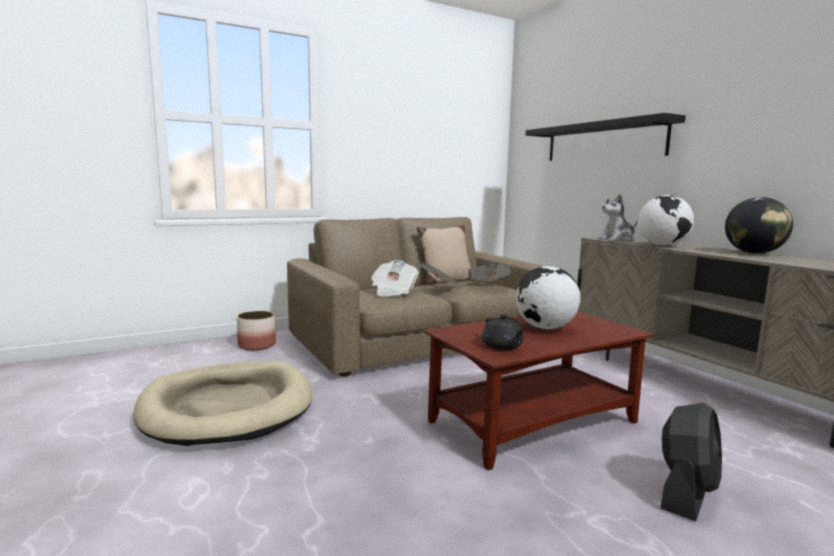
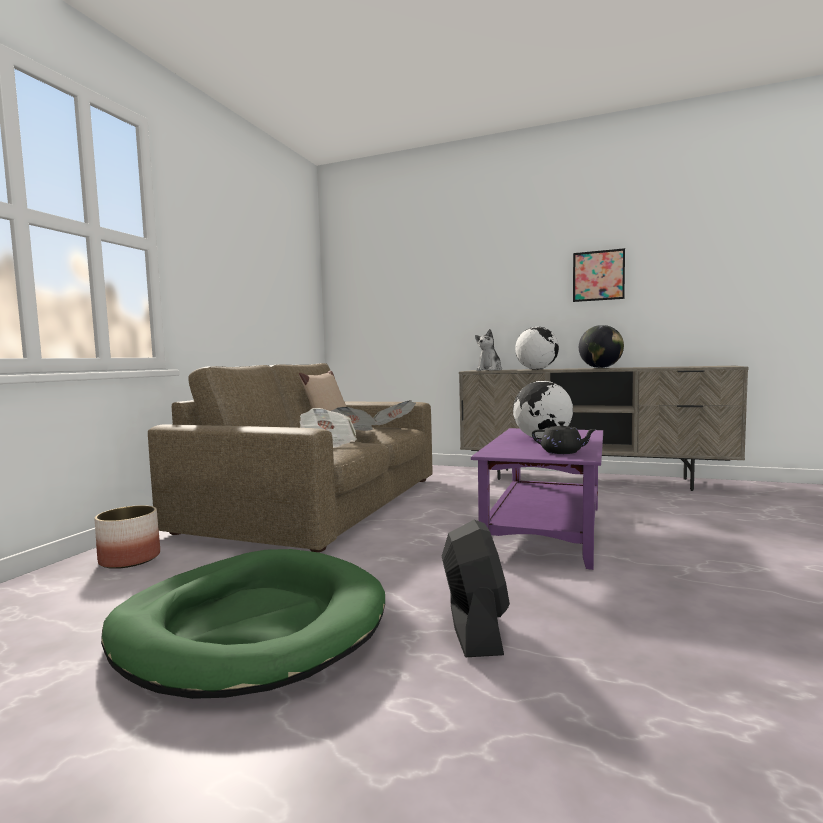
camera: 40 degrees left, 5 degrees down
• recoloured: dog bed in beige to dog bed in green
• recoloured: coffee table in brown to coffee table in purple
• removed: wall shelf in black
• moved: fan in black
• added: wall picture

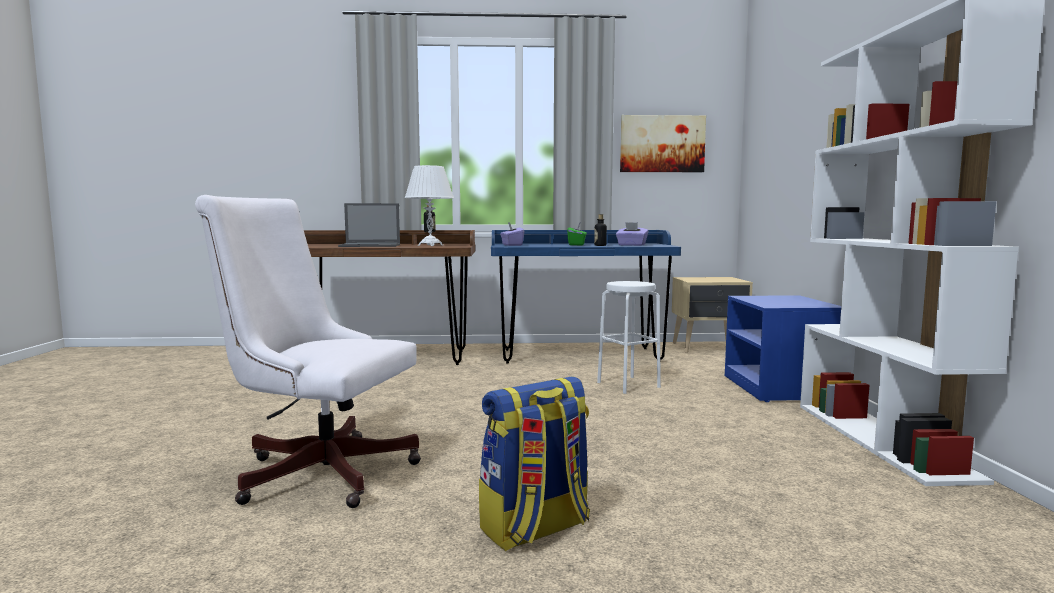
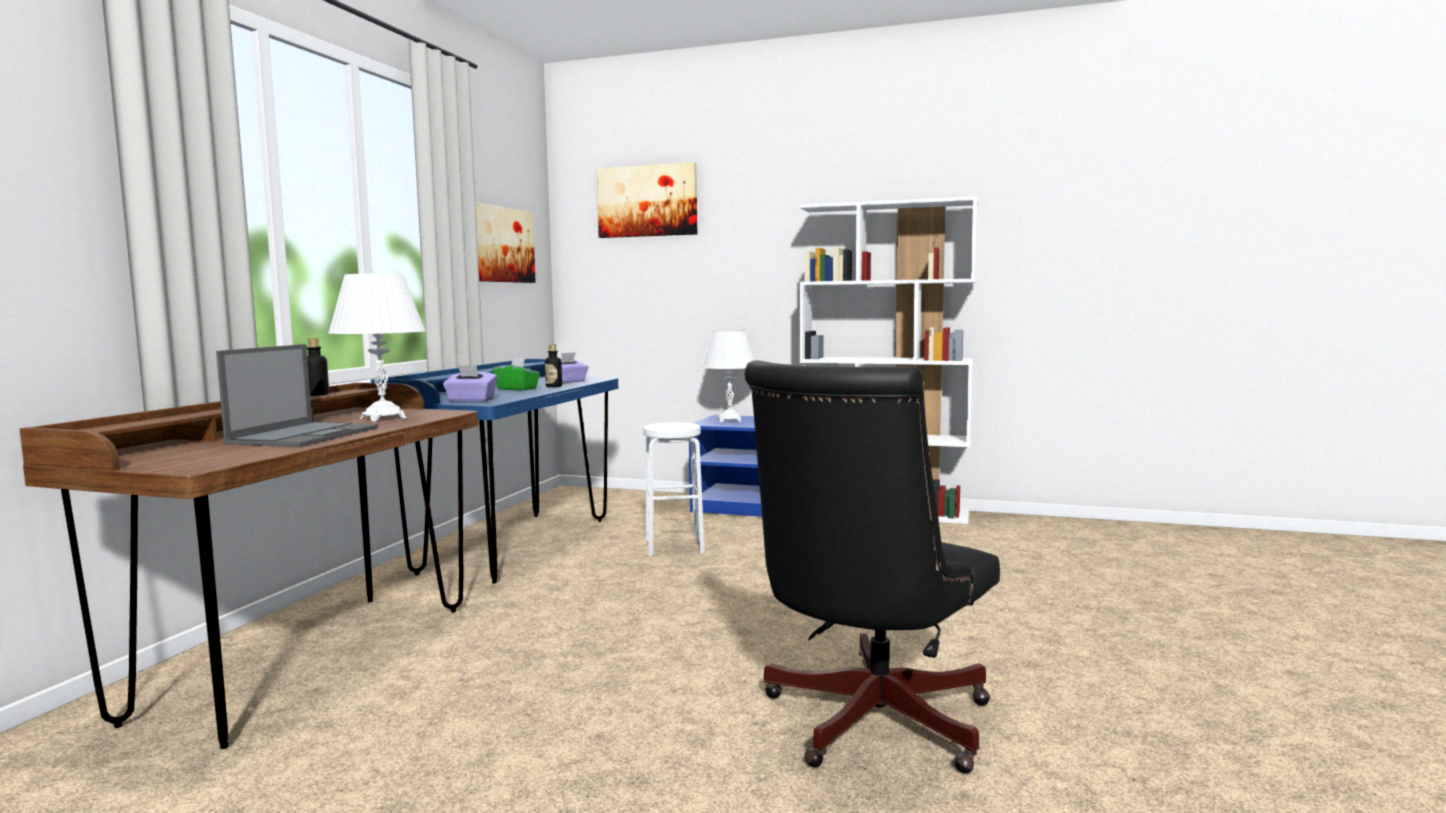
camera: 70 degrees left, 0 degrees up
• recoloured: desk chair in white to desk chair in black
• removed: backpack
• removed: night table in beige
• added: wall picture (2nd from left)
• added: table lamp in white (2nd from left)

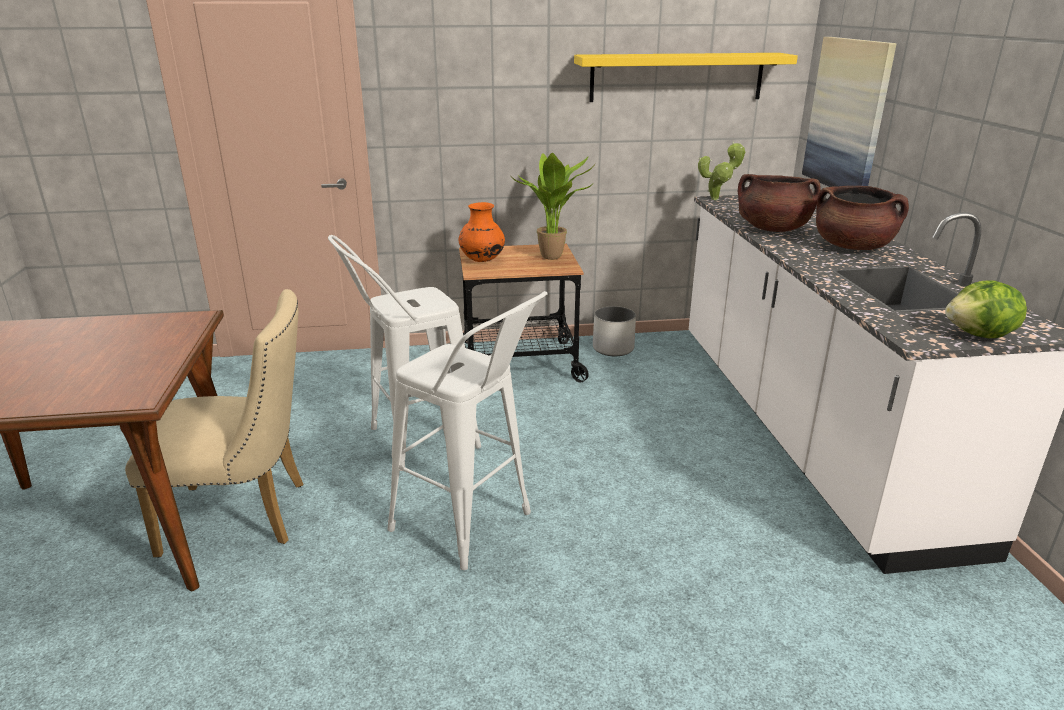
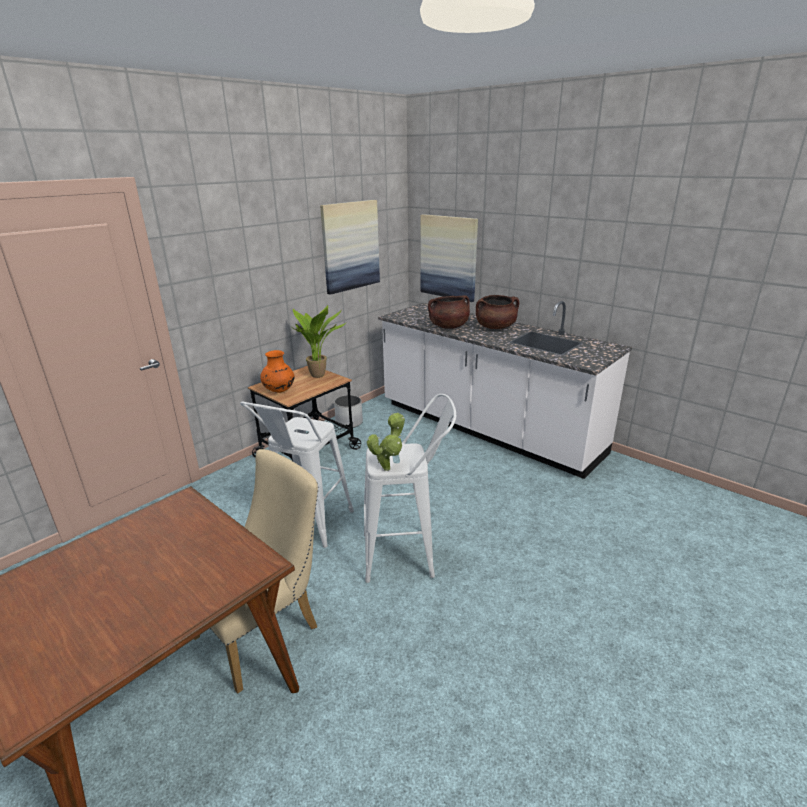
camera: 40 degrees left, 0 degrees up
• replaced: wall shelf in yellowish to wall picture (1st from left)
• moved: plant in a pot (2nd from left)
• removed: lettuce

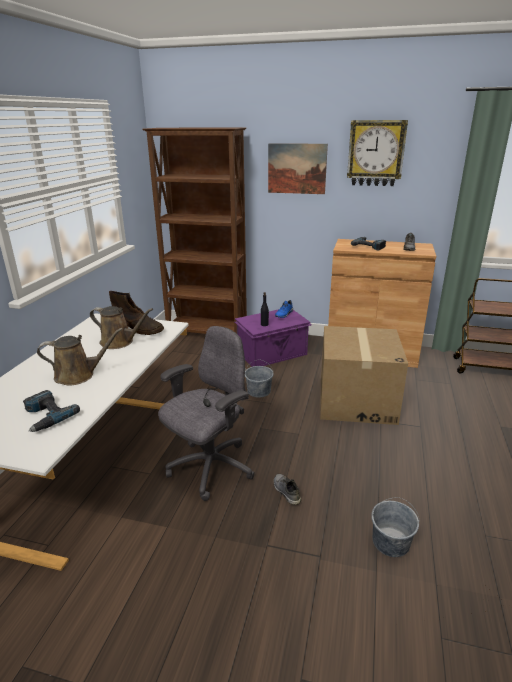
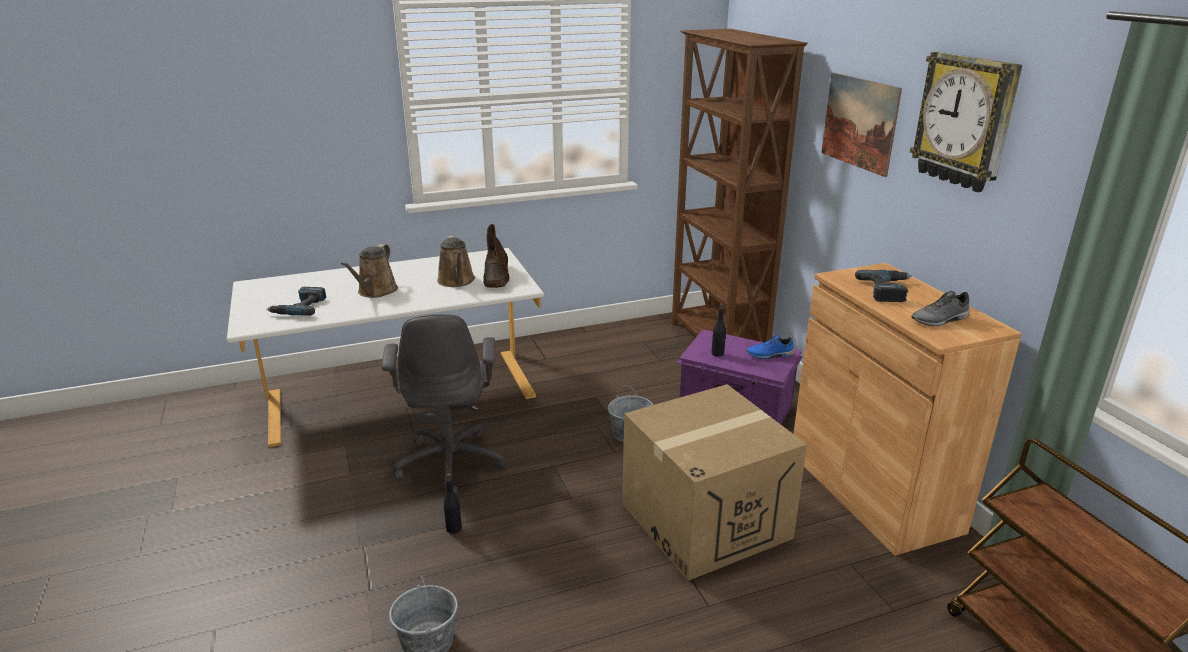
camera: 55 degrees right, 0 degrees up
• turned: watering pot in brown (1st from left) 60 degrees clockwise
• turned: desk chair in grey 75 degrees clockwise
• replaced: item of footwear in grey (1st from left) to beverage bottle in black (1st from left)

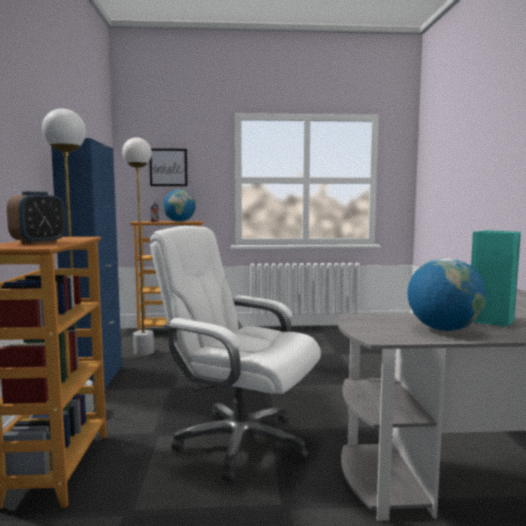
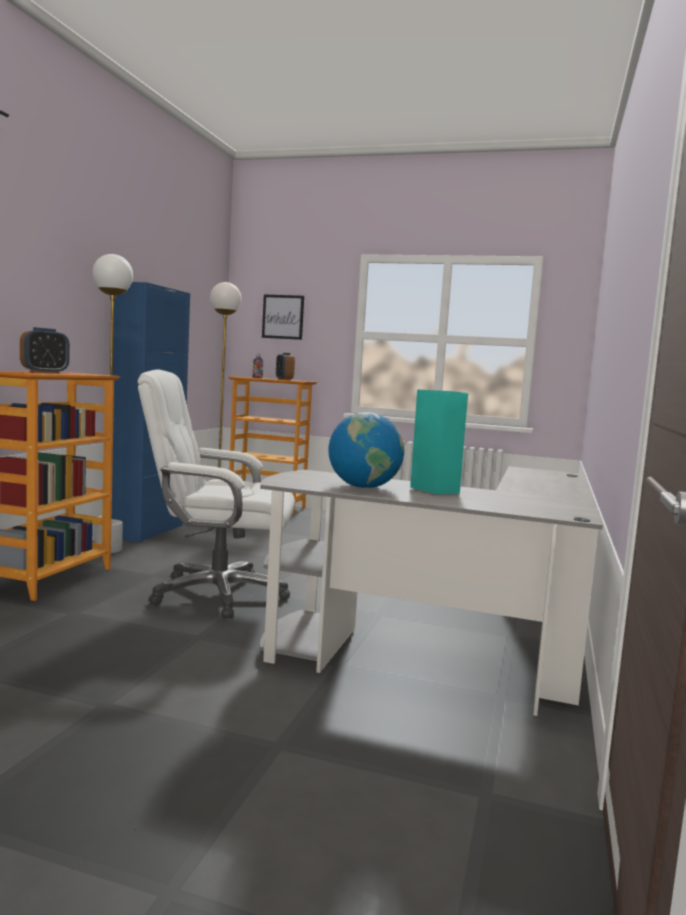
camera: 20 degrees right, 0 degrees up
• turned: desk chair in white 45 degrees counterclockwise
• replaced: globe (1st from left) to alarm clock (2nd from left)

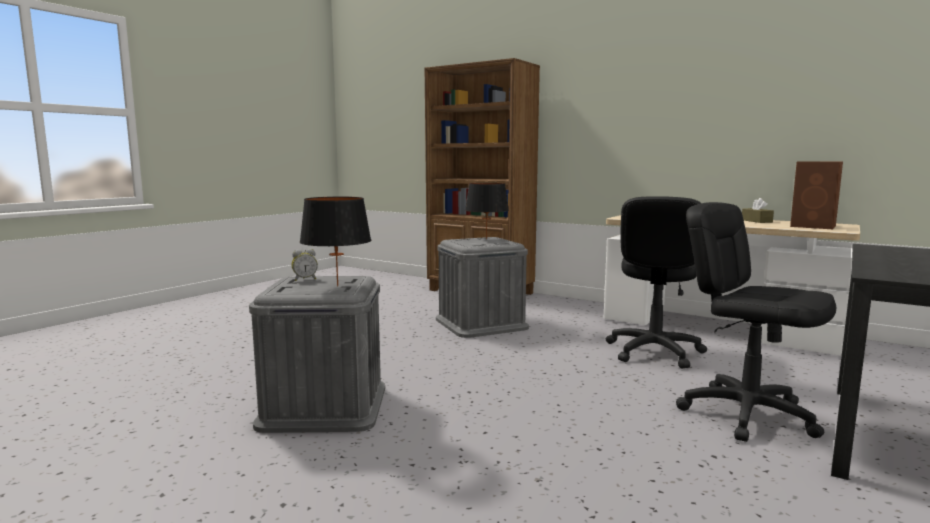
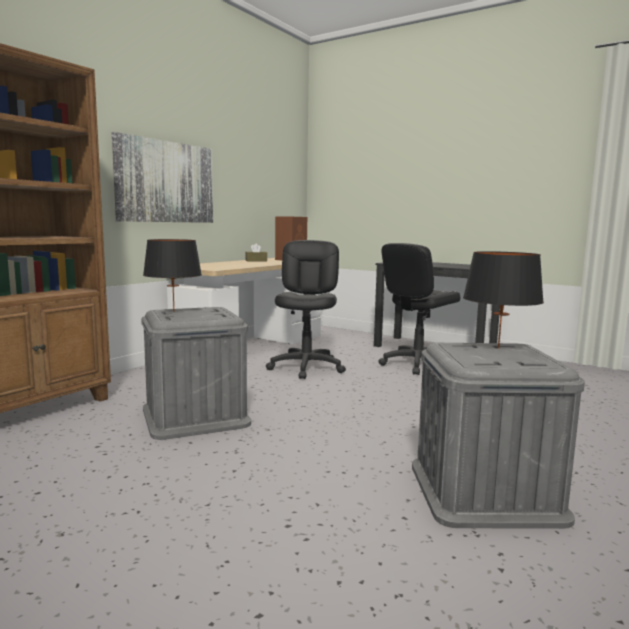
camera: 90 degrees left, 0 degrees up
• removed: alarm clock
• turned: desk chair in black (1st from left) 105 degrees counterclockwise
• added: wall picture

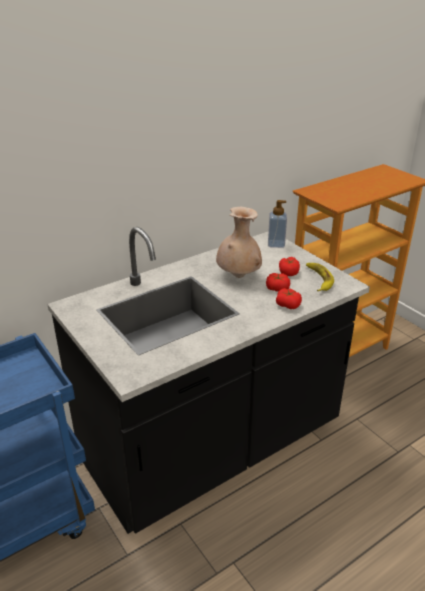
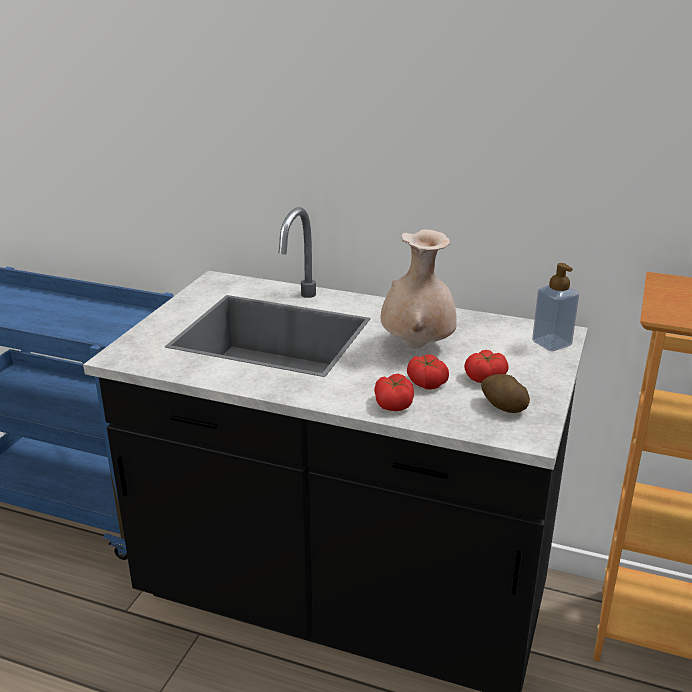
camera: 55 degrees right, 5 degrees down
• replaced: banana to spud

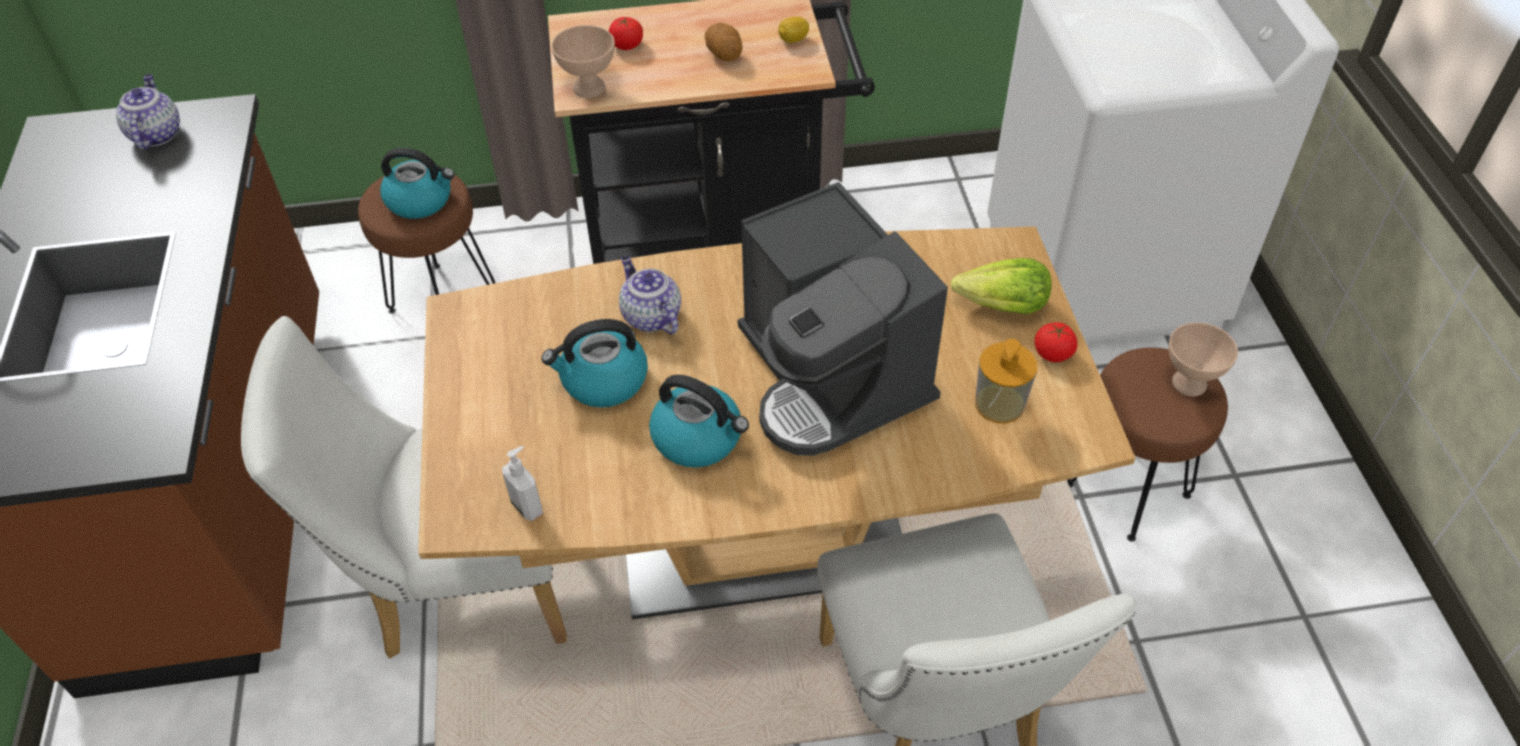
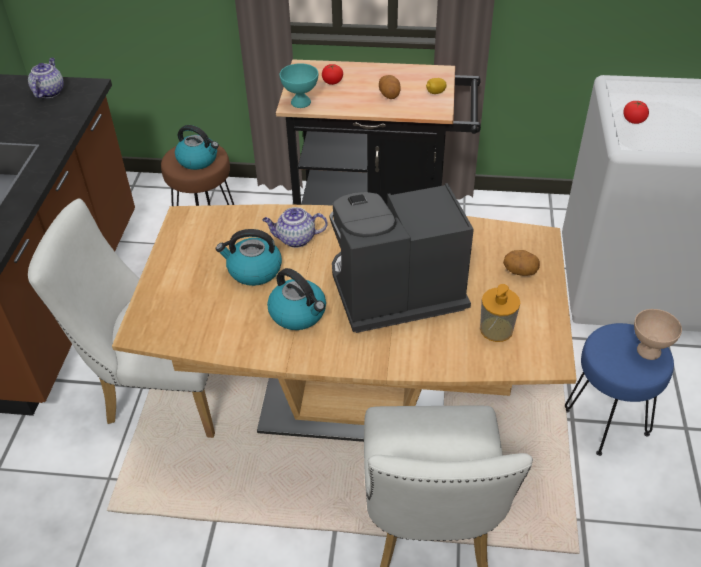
camera: 15 degrees right, 5 degrees down
• removed: liquid soap bottle (1st from left)
• recoloured: deep dish in beige (1st from left) to deep dish in turquoise
• turned: pot for tea (2nd from left) 75 degrees counterclockwise
• turned: coffee maker 90 degrees clockwise
• replaced: lettuce to spud (2nd from left)
• moved: tomato (2nd from left)
• recoloured: stool seat in brown (2nd from left) to stool seat in bluish

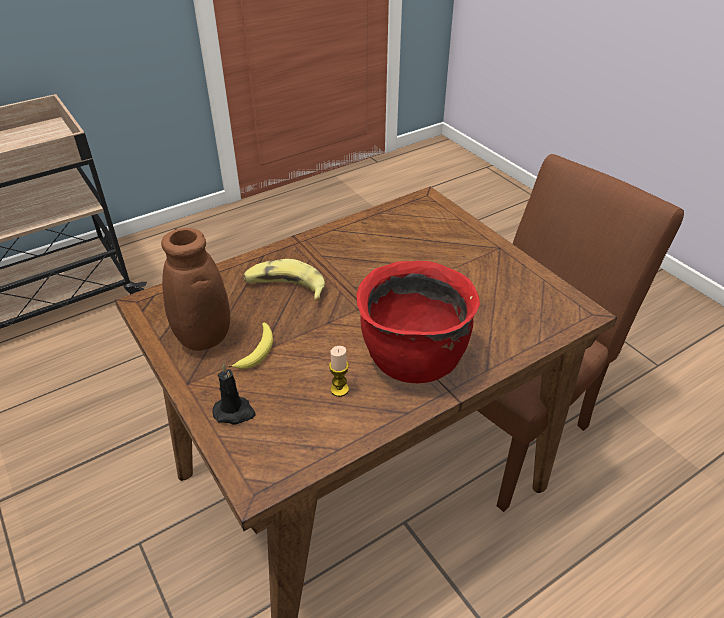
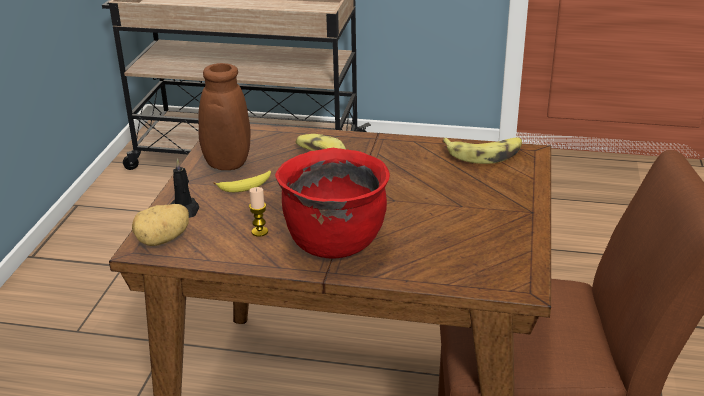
camera: 45 degrees right, 10 degrees down
• added: spud
• added: banana (3rd from left)

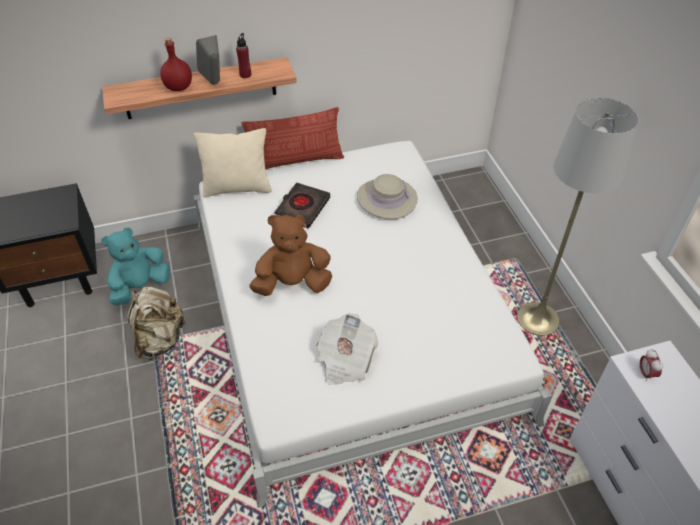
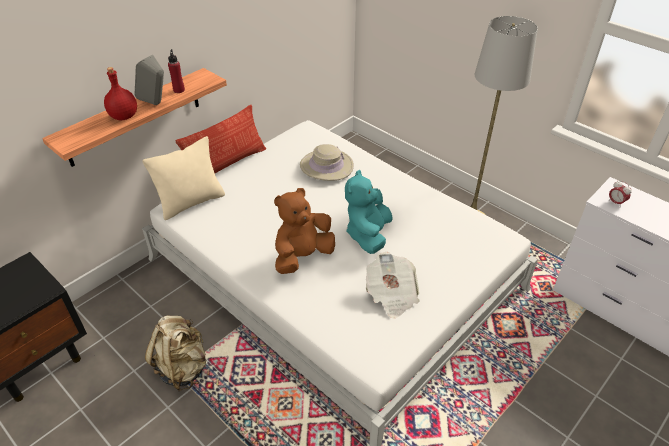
camera: 30 degrees left, 5 degrees down
• moved: plush toy in turquoise
• removed: bound book in black

